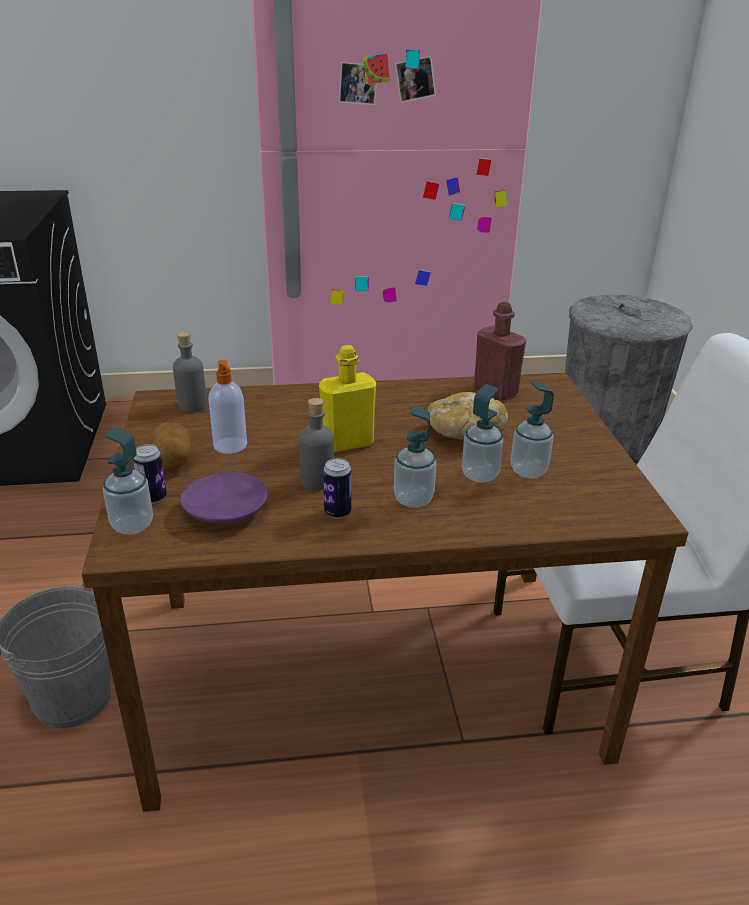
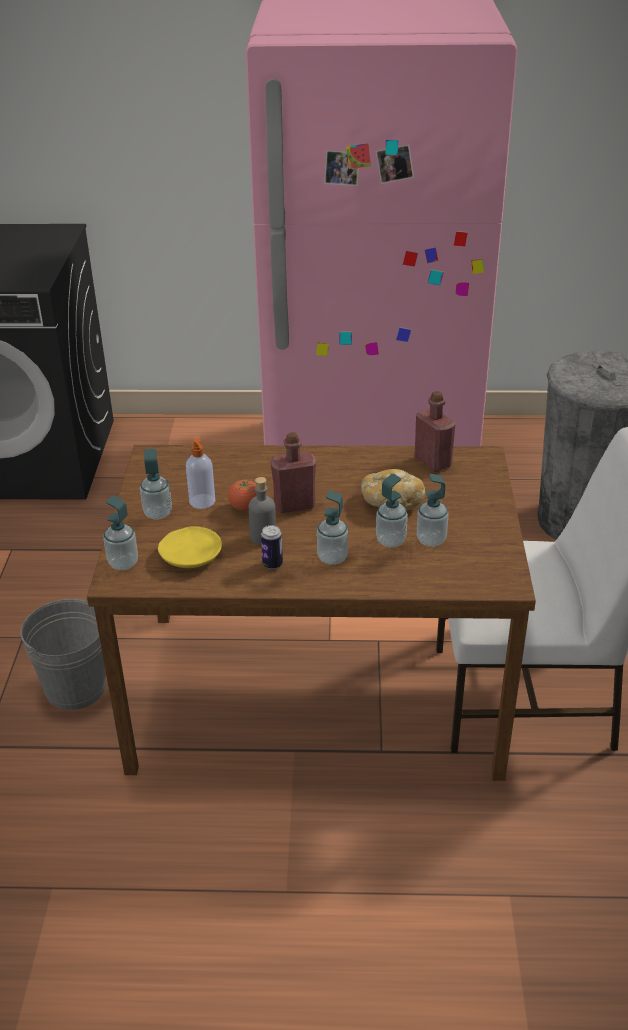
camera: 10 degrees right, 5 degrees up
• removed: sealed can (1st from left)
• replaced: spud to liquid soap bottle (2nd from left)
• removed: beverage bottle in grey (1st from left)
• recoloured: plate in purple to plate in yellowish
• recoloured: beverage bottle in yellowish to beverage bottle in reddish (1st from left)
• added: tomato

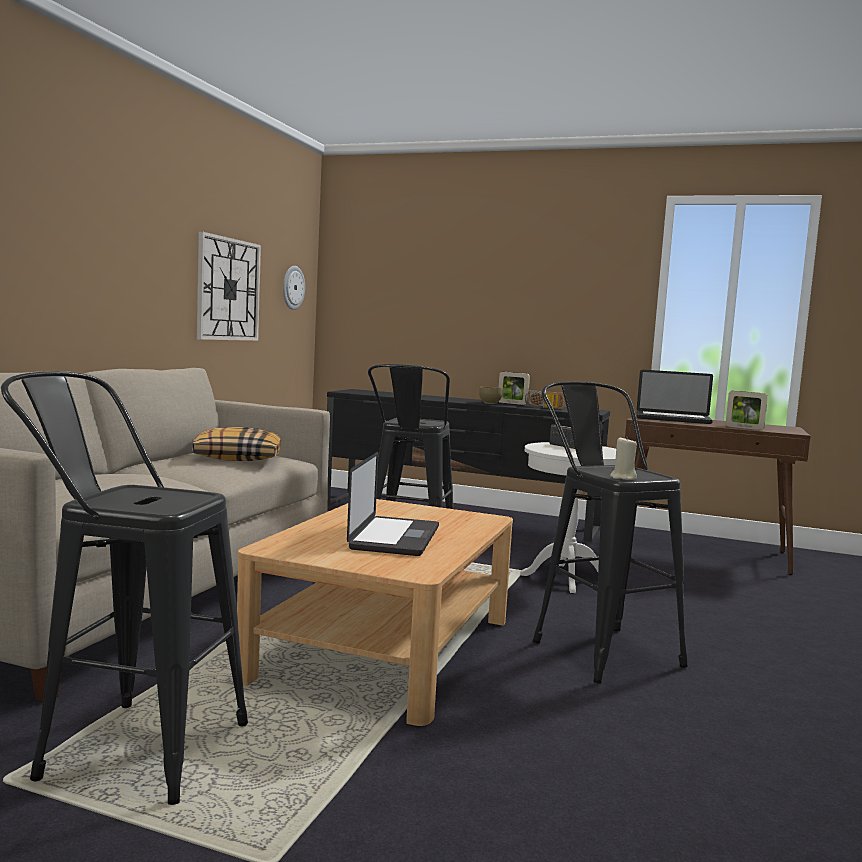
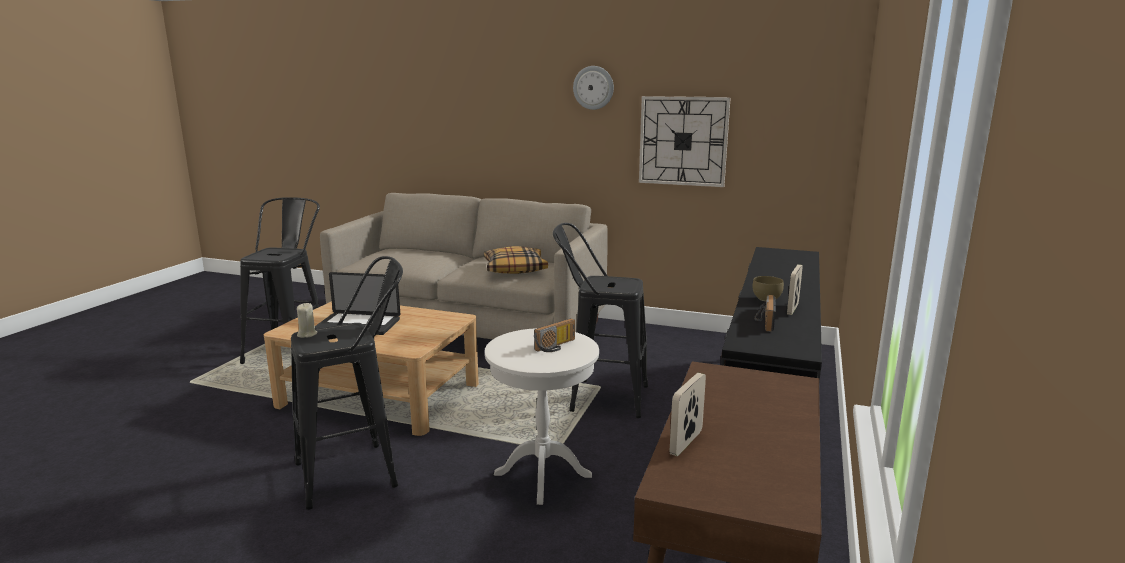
camera: 90 degrees right, 10 degrees up
• moved: hanging clock (2nd from left in the first image) to hanging clock (1st from left)
• removed: laptop (2nd from left)

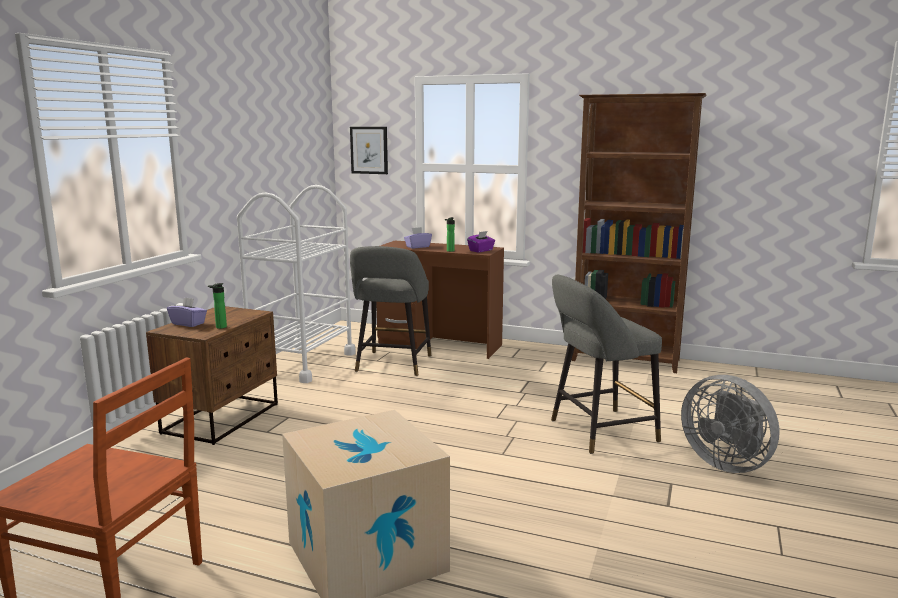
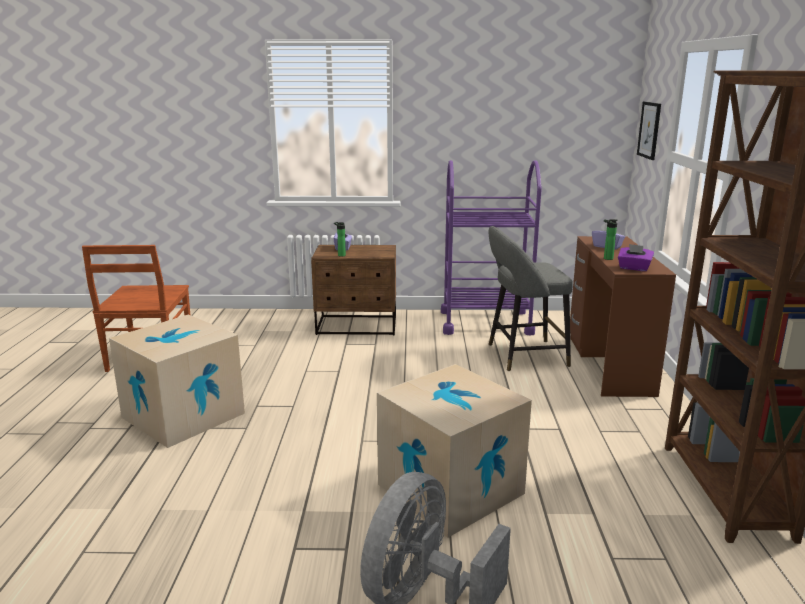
camera: 70 degrees right, 5 degrees up
• recoloured: wheeled cart in white to wheeled cart in purple
• replaced: stool seat in grey (2nd from left) to cardboard box (2nd from left)

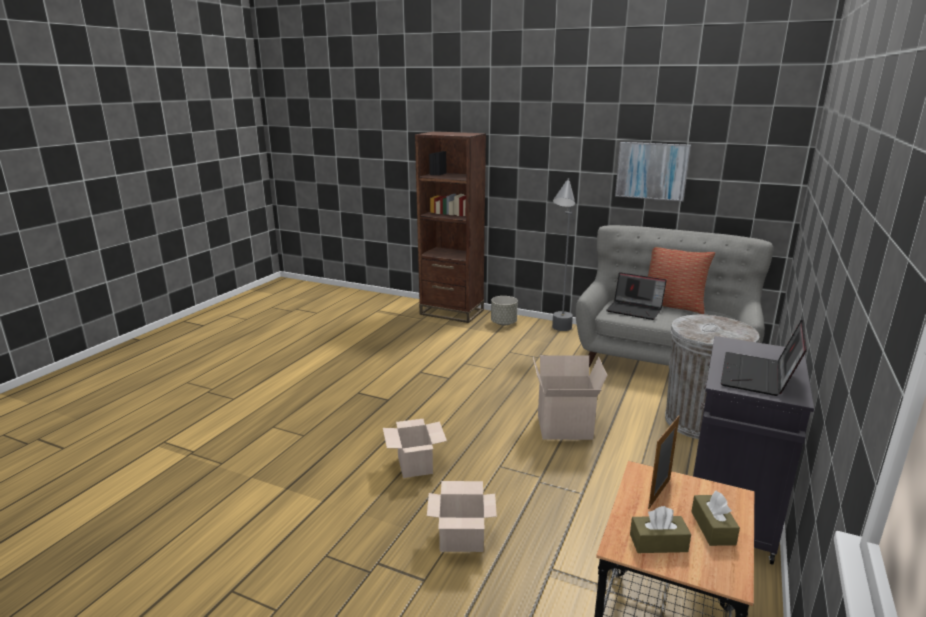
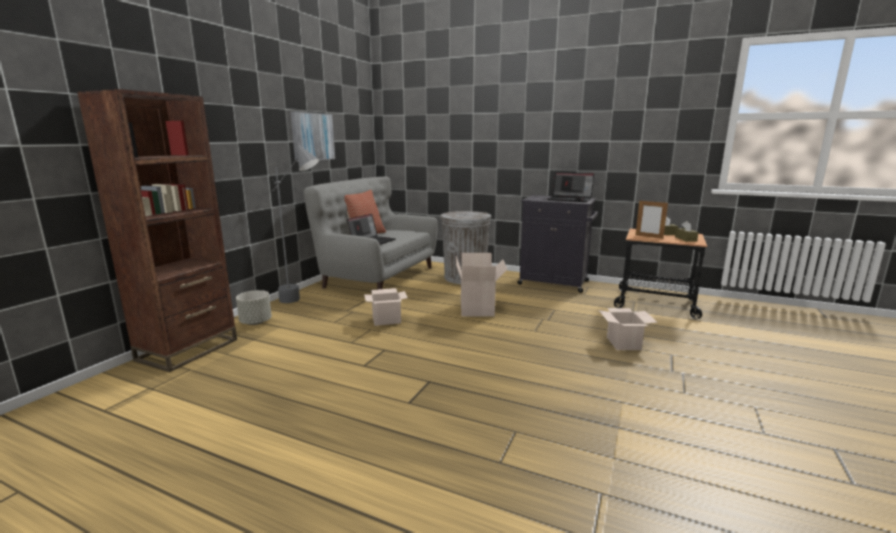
camera: 90 degrees left, 5 degrees down
• moved: cardboard box (1st from left)

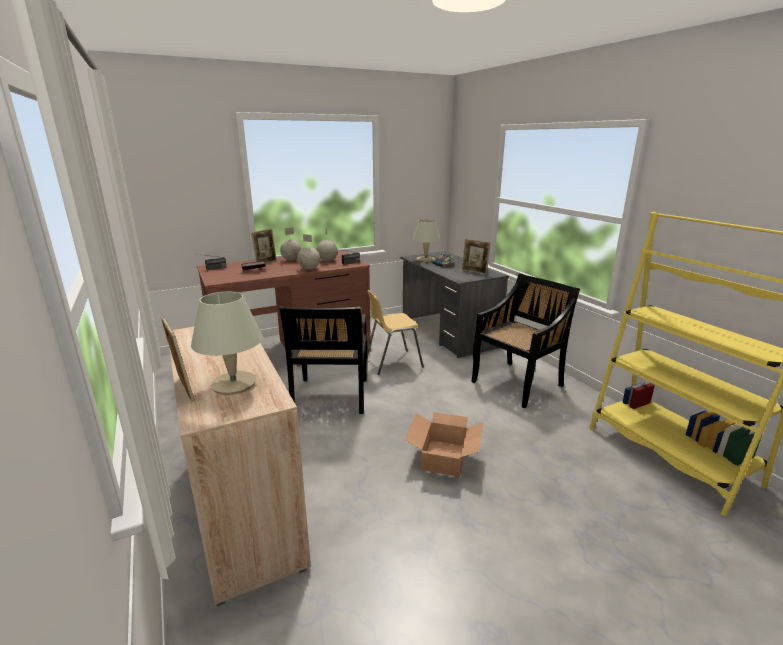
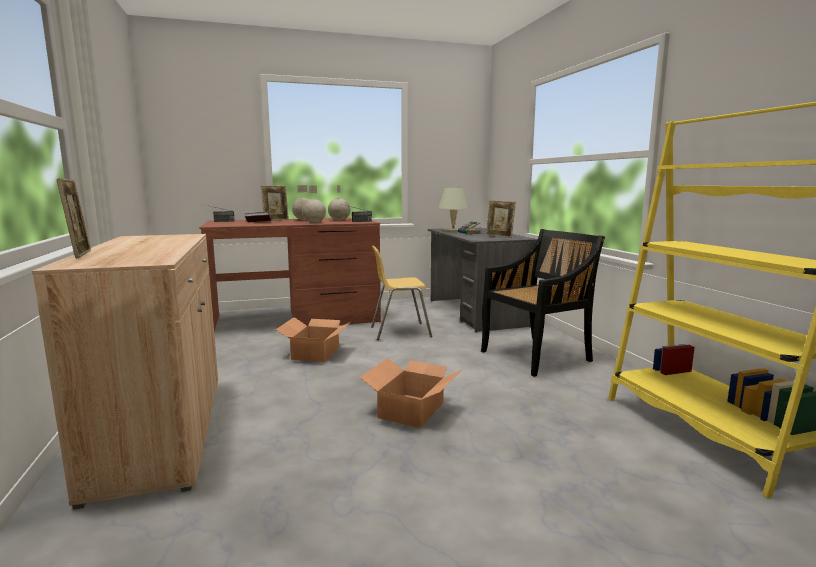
camera: 10 degrees right, 10 degrees down
• removed: table lamp in beige (1st from left)
• replaced: upright chair in black (1st from left) to cardboard box (1st from left)

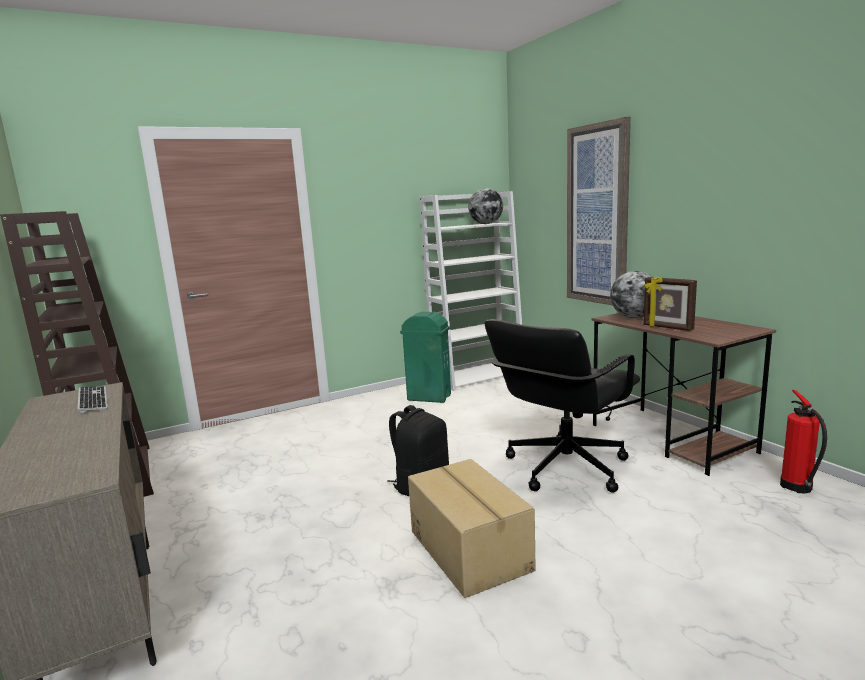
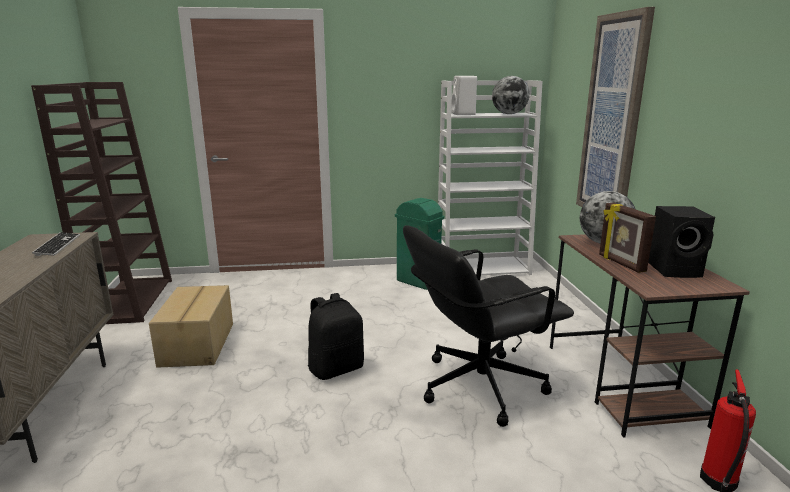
camera: 20 degrees right, 5 degrees up
• moved: cardboard box
• added: loudspeaker in white
• added: loudspeaker in black

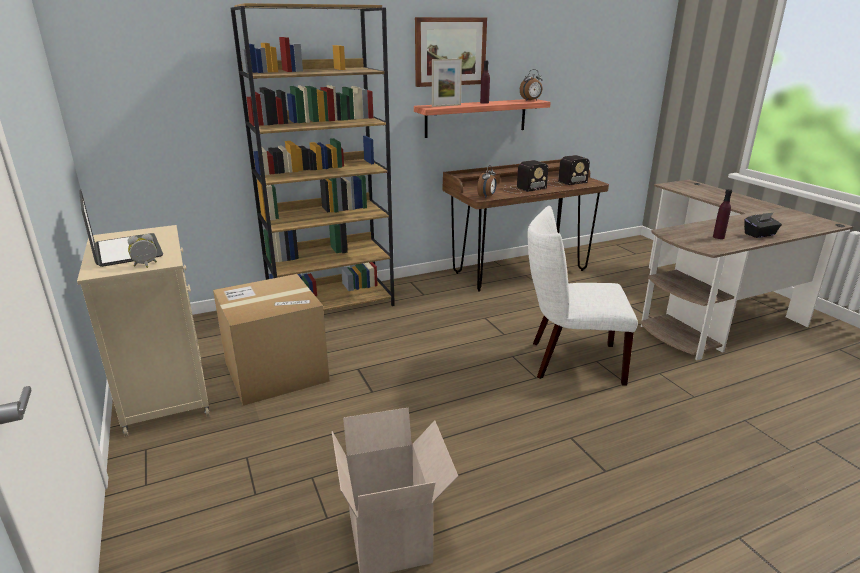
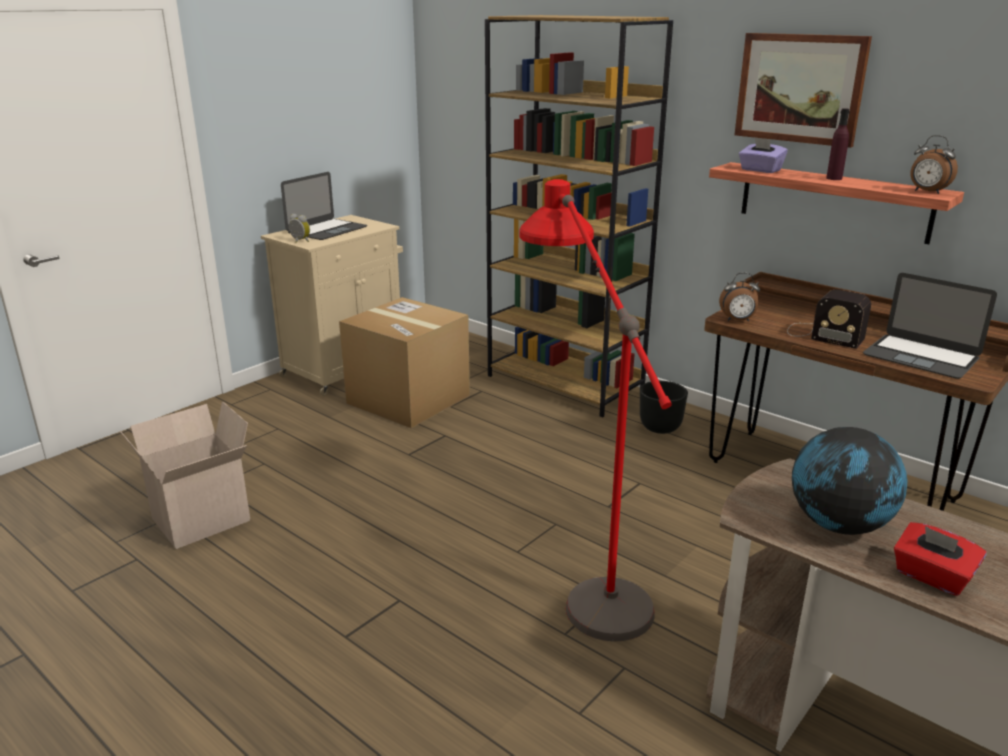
camera: 65 degrees right, 0 degrees up
• replaced: photo frame to tissue box in purple
• replaced: upright chair in white to standard lamp in reddish
• replaced: radio set (2nd from left) to laptop (2nd from left)
• replaced: beverage bottle in purple (2nd from left) to globe
• recoloured: tissue box in black to tissue box in reddish
• added: flower pot in black

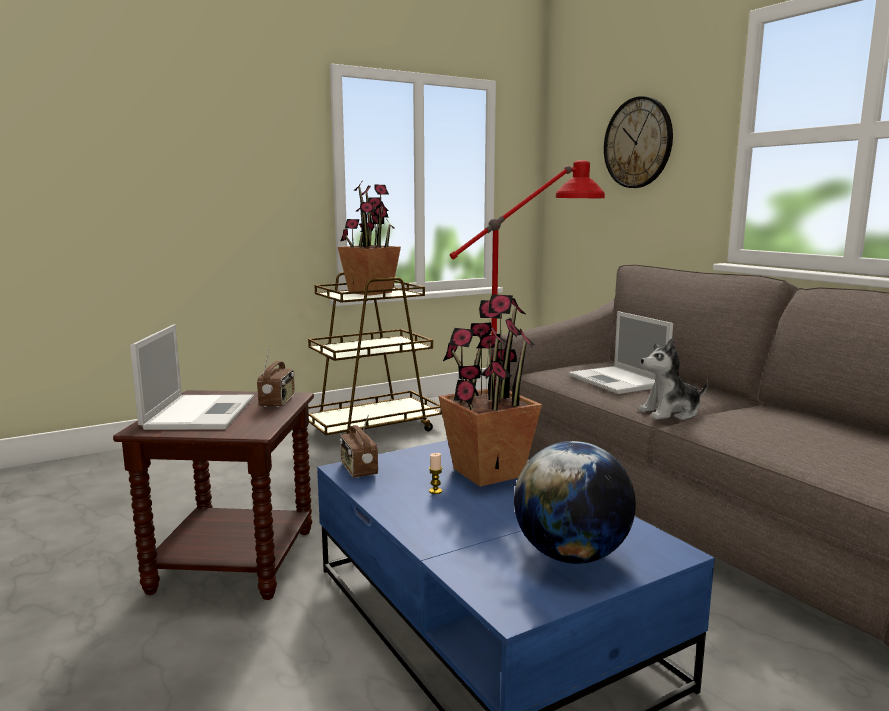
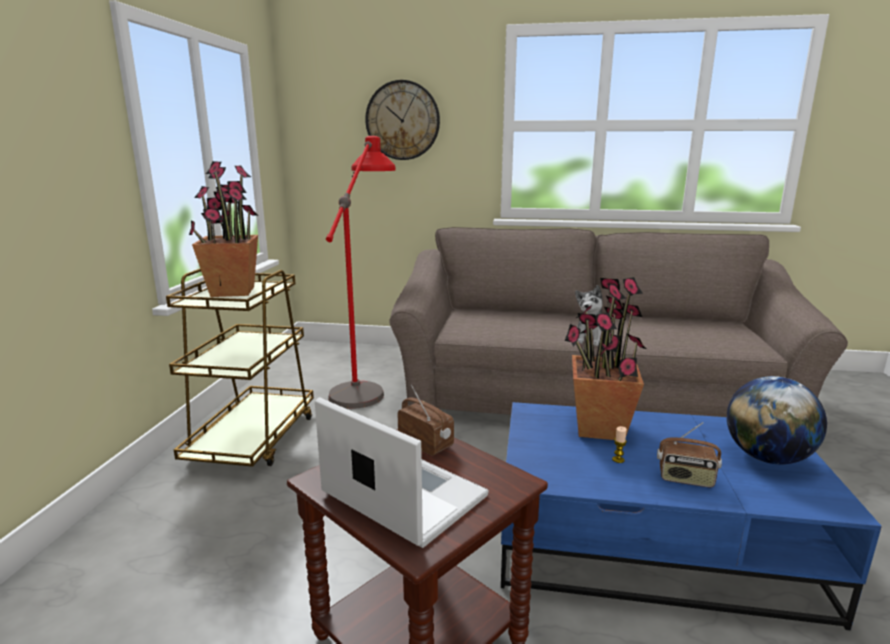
camera: 50 degrees left, 5 degrees up
• moved: radio set (2nd from left)
• removed: laptop (2nd from left)

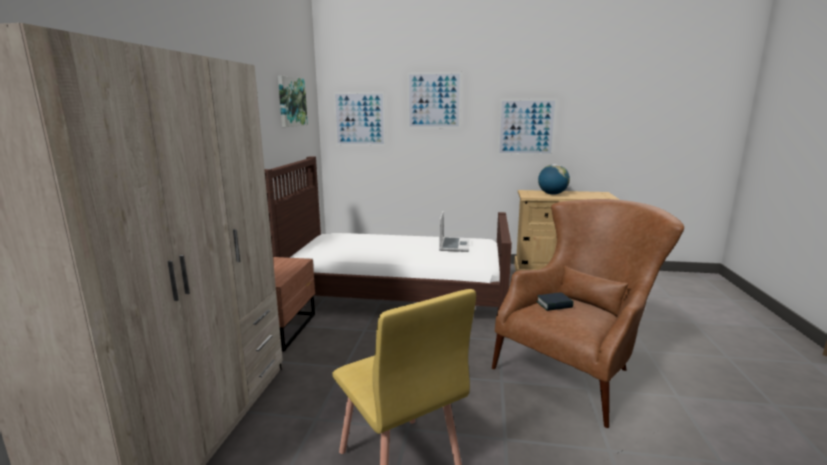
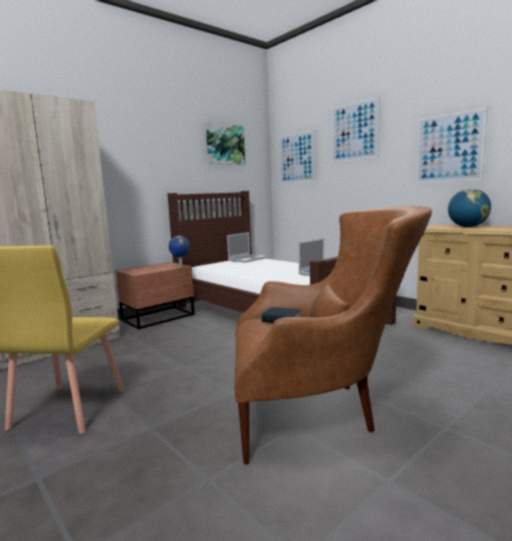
camera: 40 degrees right, 5 degrees down
• added: globe (1st from left)
• added: laptop (1st from left)

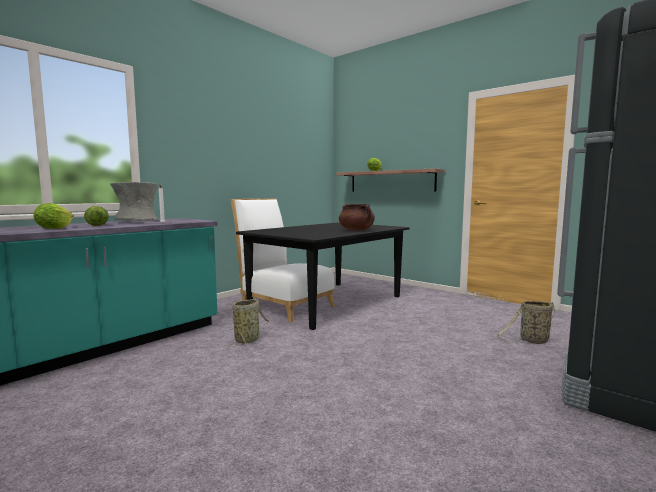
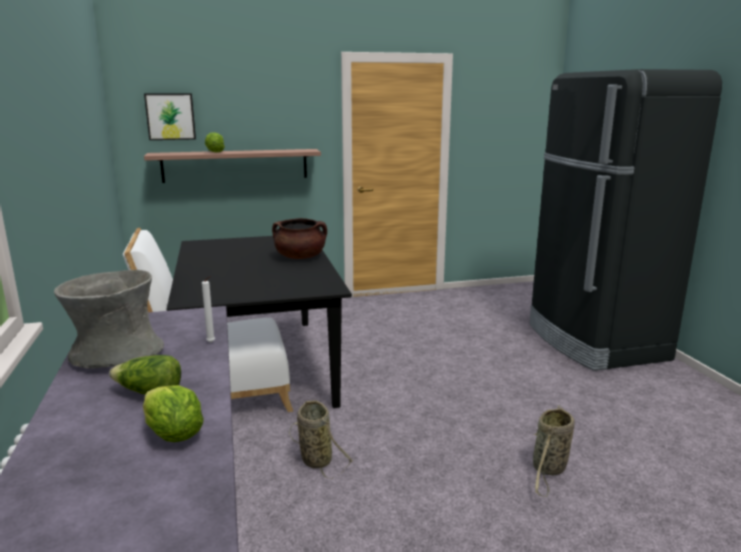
camera: 55 degrees left, 10 degrees up
• moved: storage basket (2nd from left)
• added: wall picture

